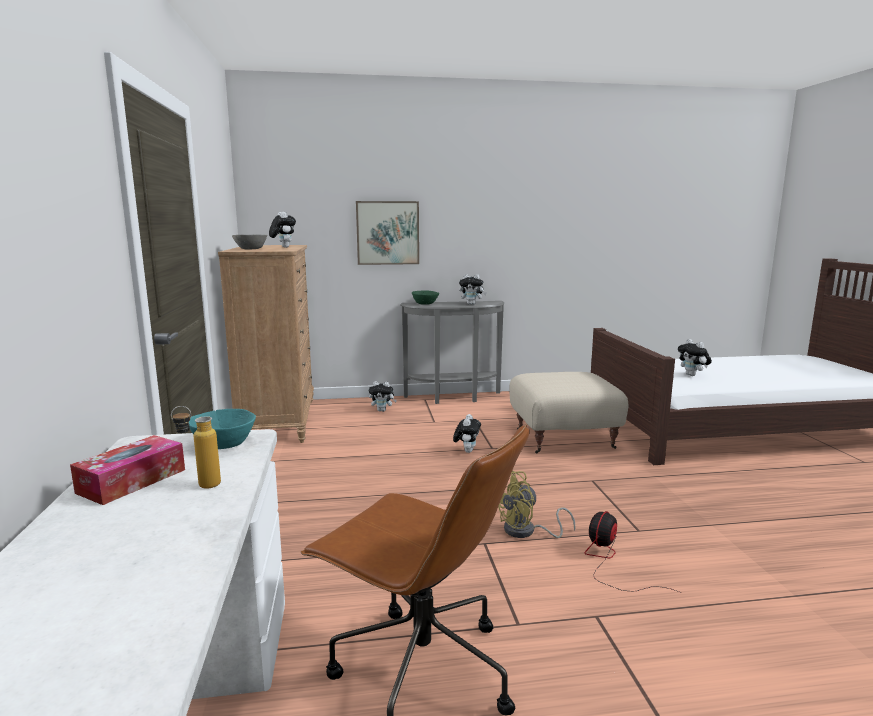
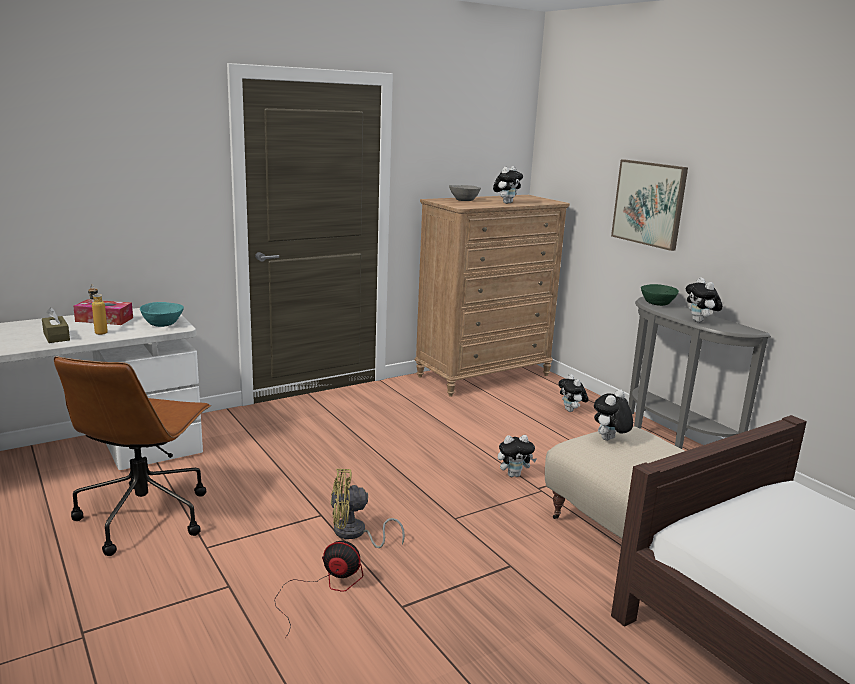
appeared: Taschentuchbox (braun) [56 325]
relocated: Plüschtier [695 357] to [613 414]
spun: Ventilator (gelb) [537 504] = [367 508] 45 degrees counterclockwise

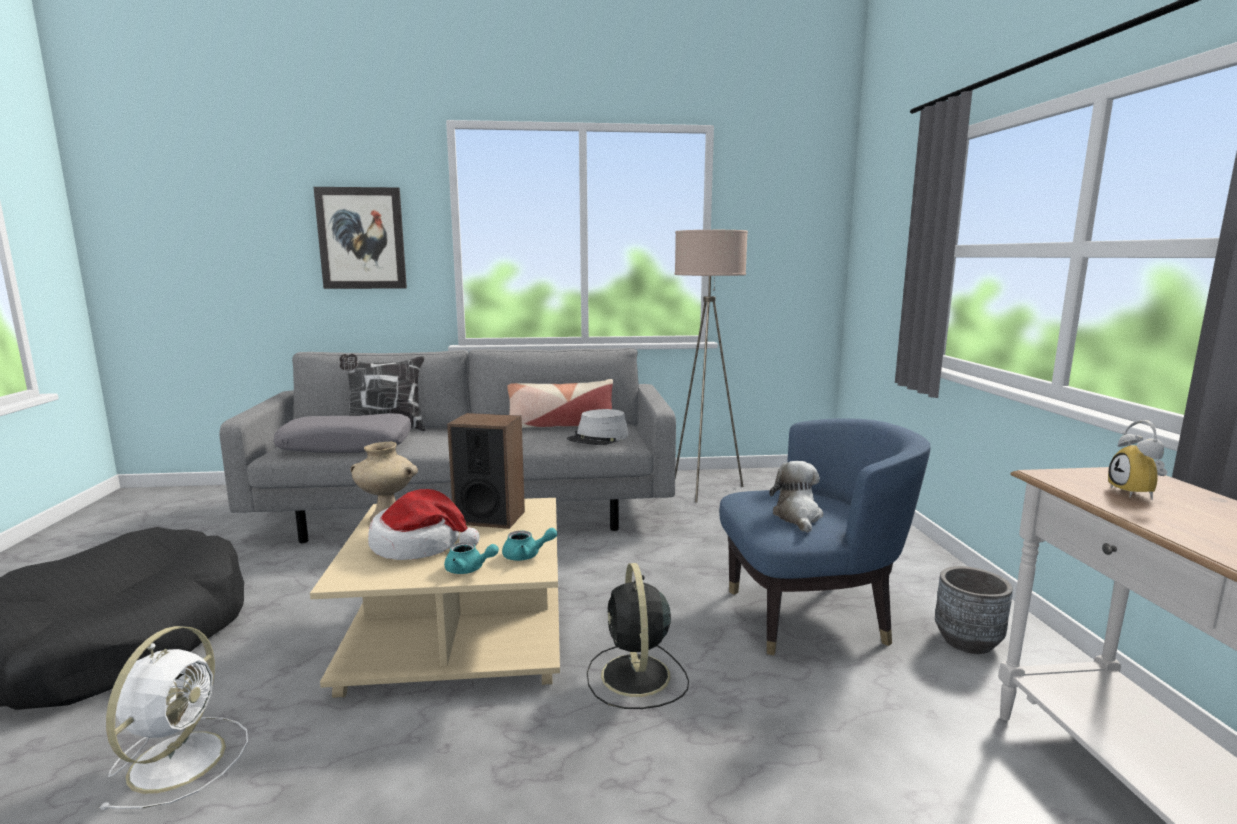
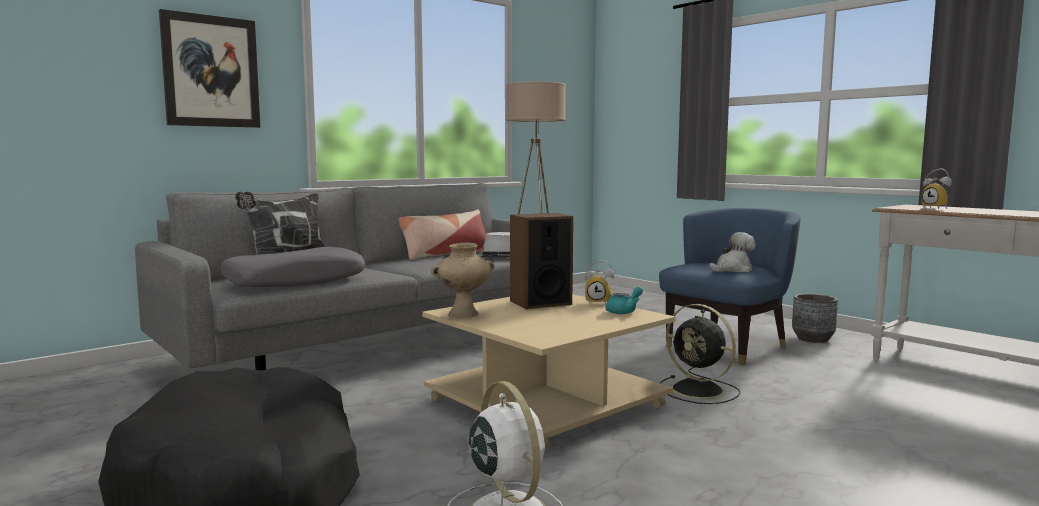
missing: Hut [424 524]; Teekanne (türkis) [471 558]
appeared: Wecker [599 282]
spun: Plüschtier [796 497] = [732 252] 90 degrees clockwise

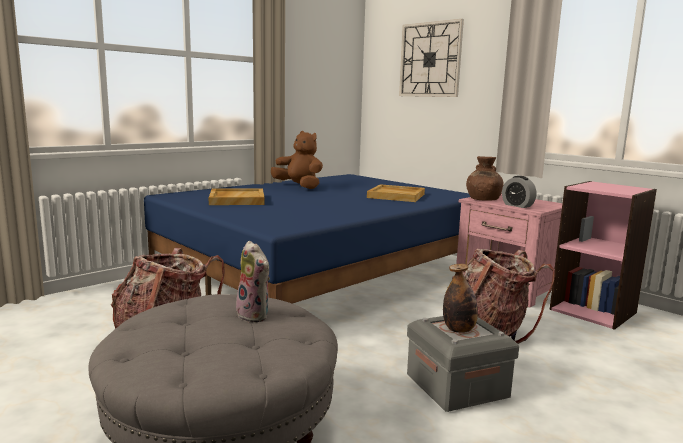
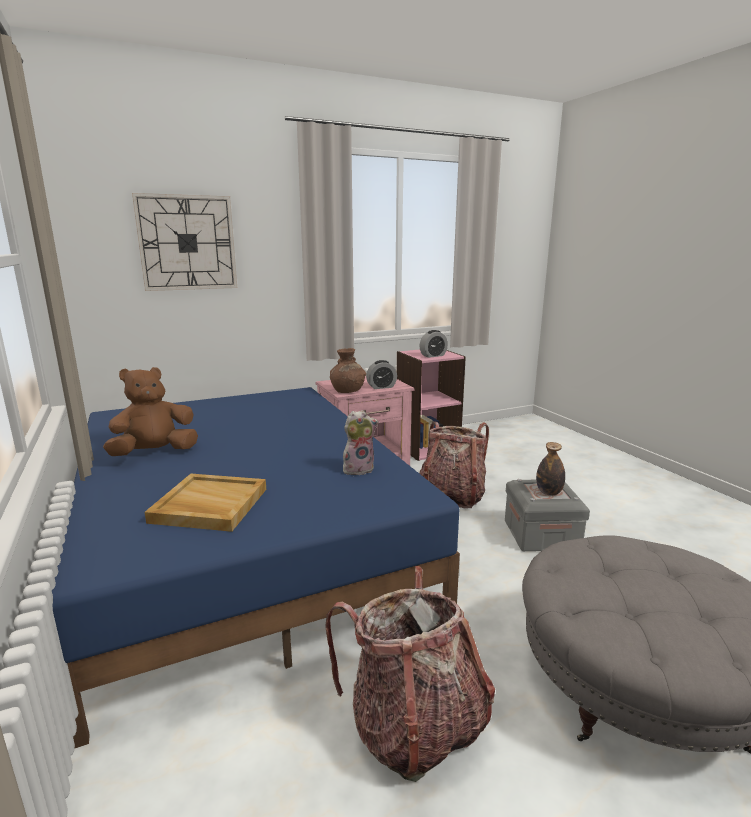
missing: Tablett (beige) [396 193]
appeared: Wecker [434 344]
relocated: Plüschtier [253 282] to [361 442]

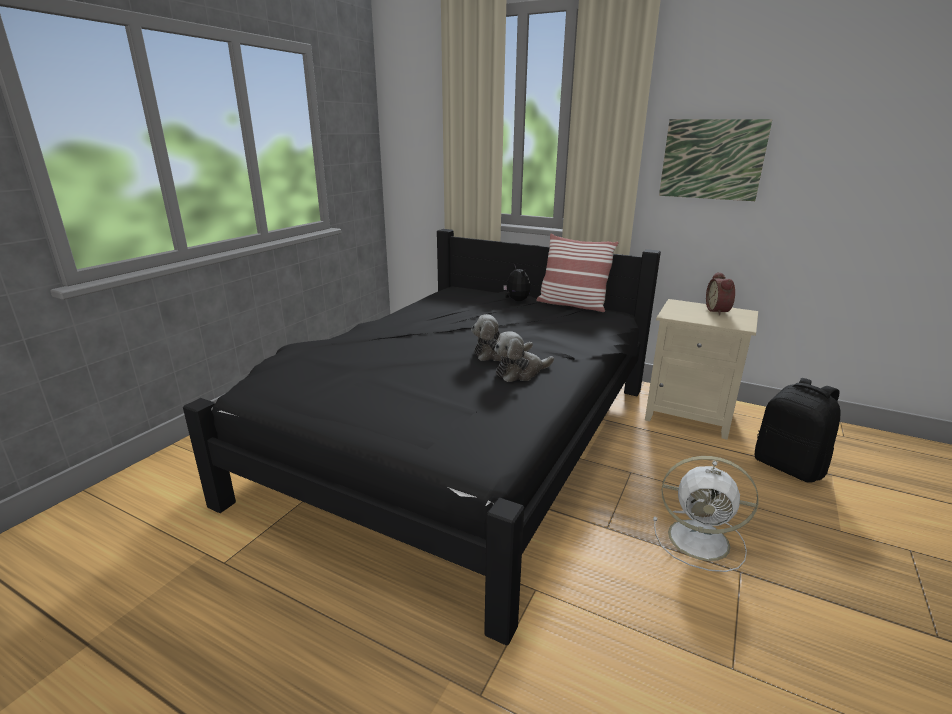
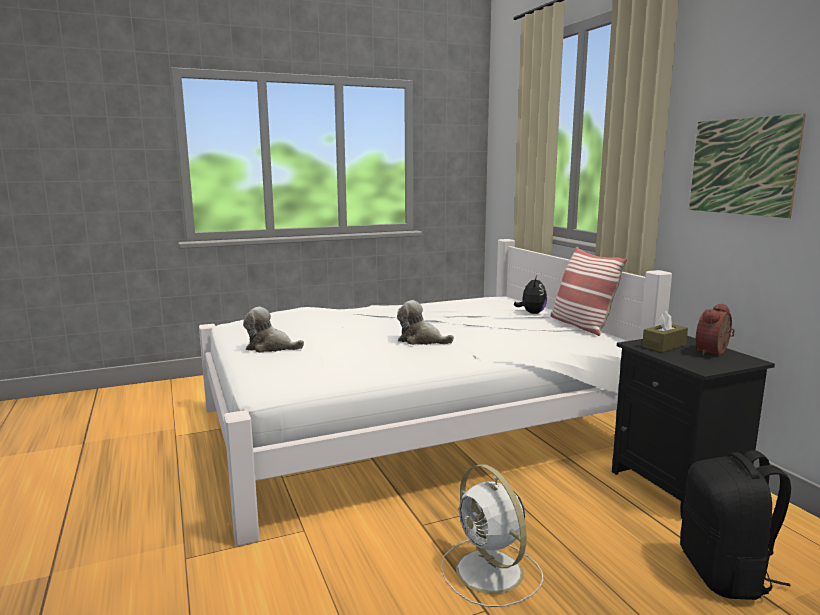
appeared: Taschentuchbox (braun) [665 331]
relocated: Plüschtier [524 356] to [273 330]
colour: Bett (schwarz) [422 437] to Bett (weiß) [435 392]; Nachttisch (beige) [701 369] to Nachttisch (schwarz) [693 427]

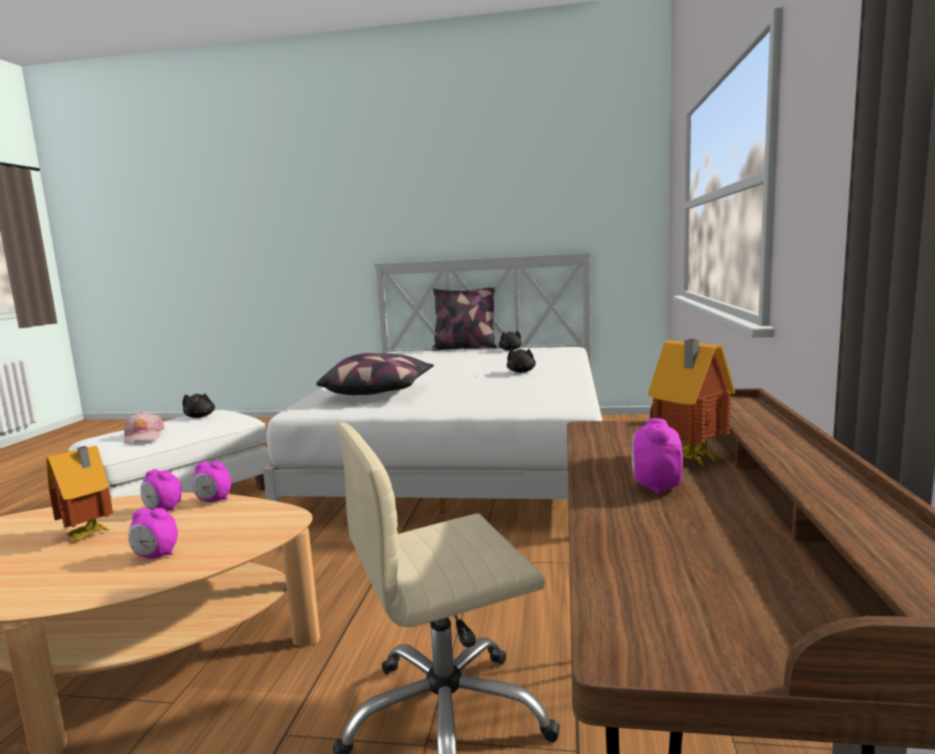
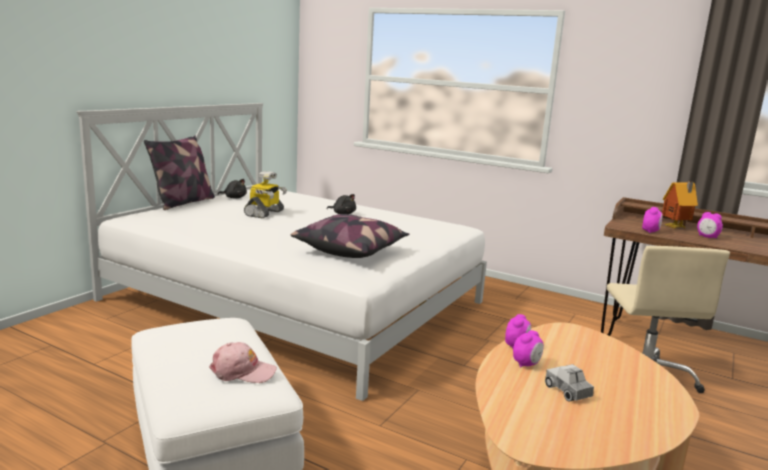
missing: Plüschtier (schwarz) [198 405]
appeared: Spielzeugroboter [265 194]
relocated: Wecker [153 533] to [652 220]
exchanged: Spielzeughaus [79 494] to Spielzeuglaster [569 383]

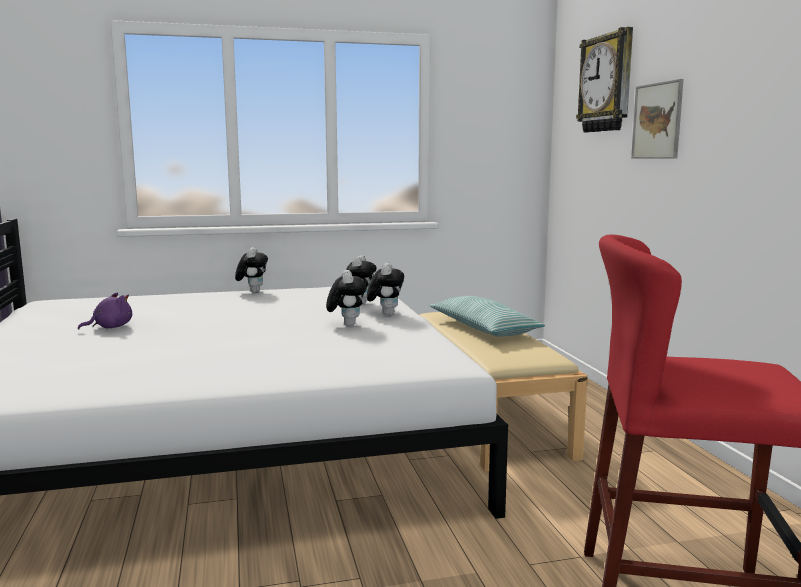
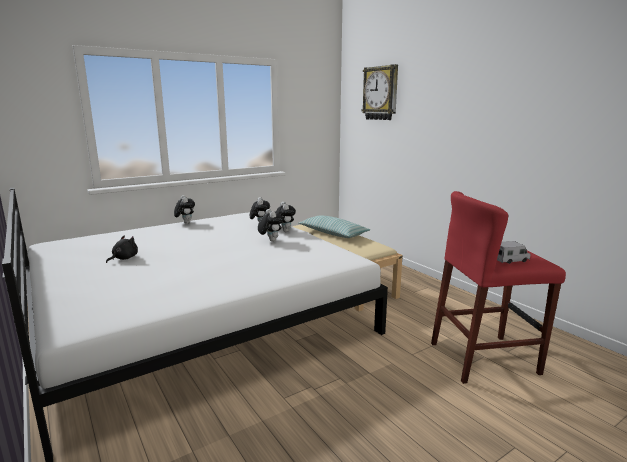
missing: Bild [657 119]
appeared: Spielzeuglaster [514 252]
colour: Plüschtier (lila) [105 311] to Plüschtier (schwarz) [122 249]

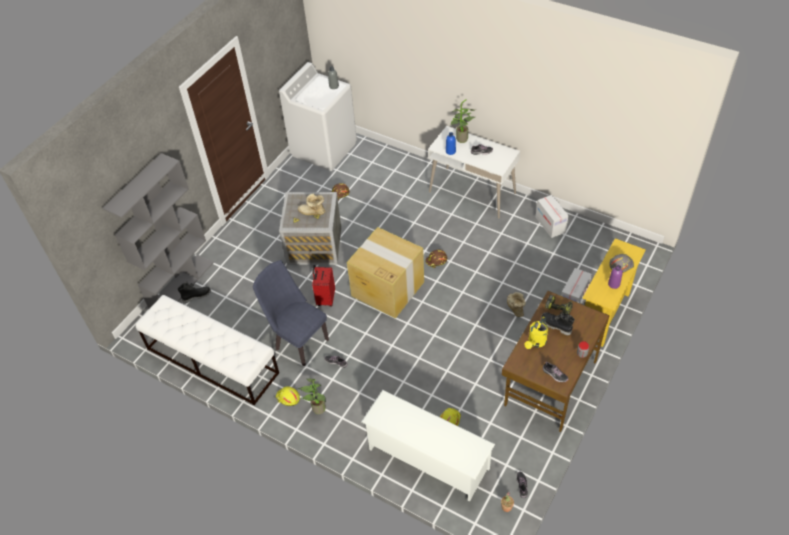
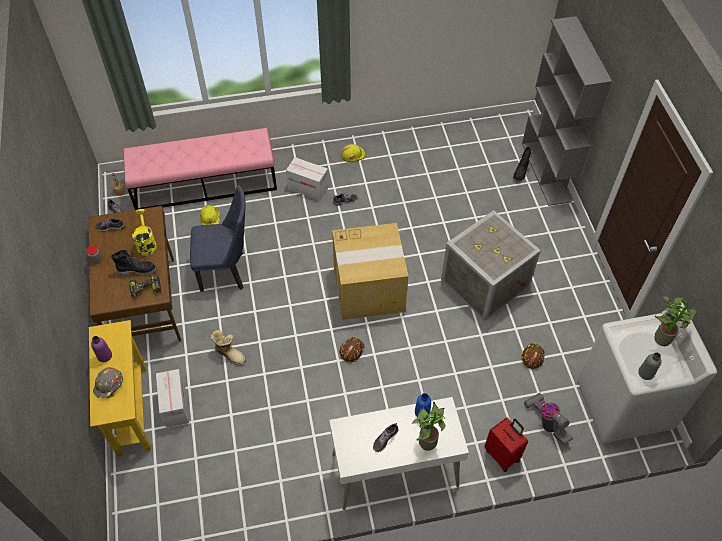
missing: Bank (weiß) [207 350]; Stiefel [311 204]
appeared: Staubsauger [548 419]
relocated: Stuhl (blau) [291 313] to [218 238]; Topfpflanze [312 396] to [676 321]; Koffer (rot) [323 286] to [506 445]; Karton [552 216] to [307 179]
exchanged: Schuhregal (weiß) [428 446] to Bank (rosa) [200 169]

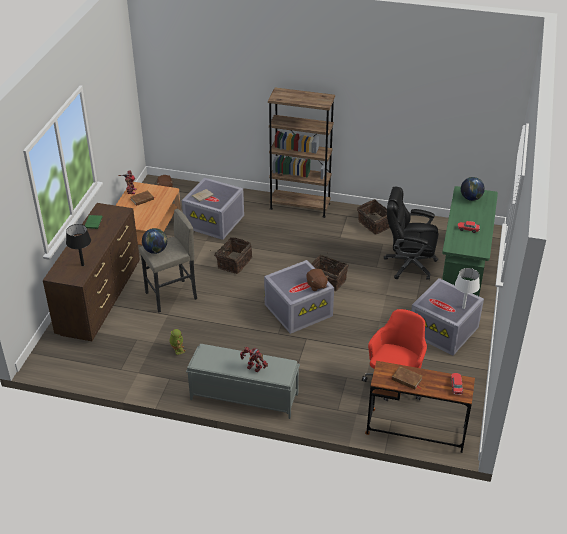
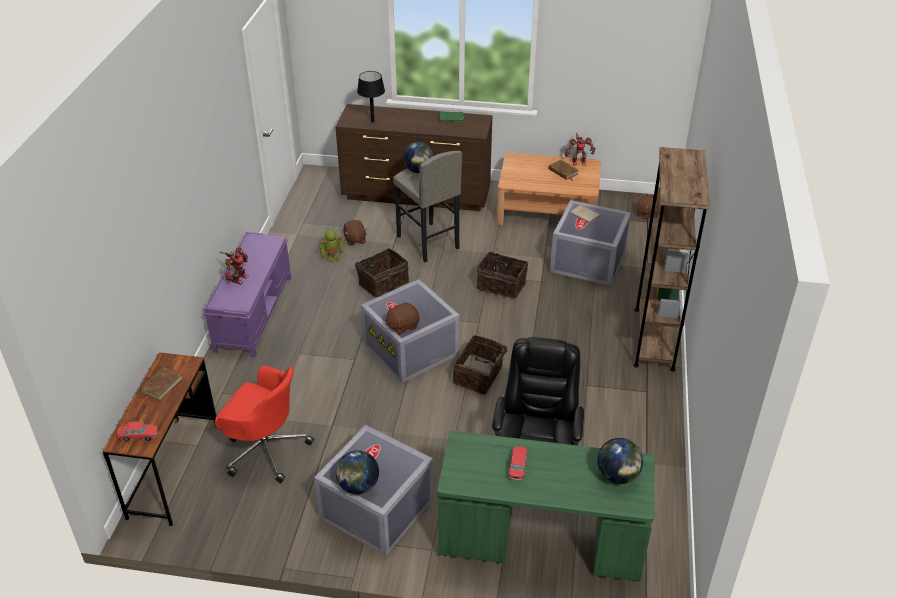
appeared: Plüschtier (braun) [355 233]
relocated: Korb [373 217] to [381 273]
exchanged: Tischlampe (weiß) [467 288] to Globus [357 472]
colour: Bank (grau) [243 381] to Bank (lila) [247 294]

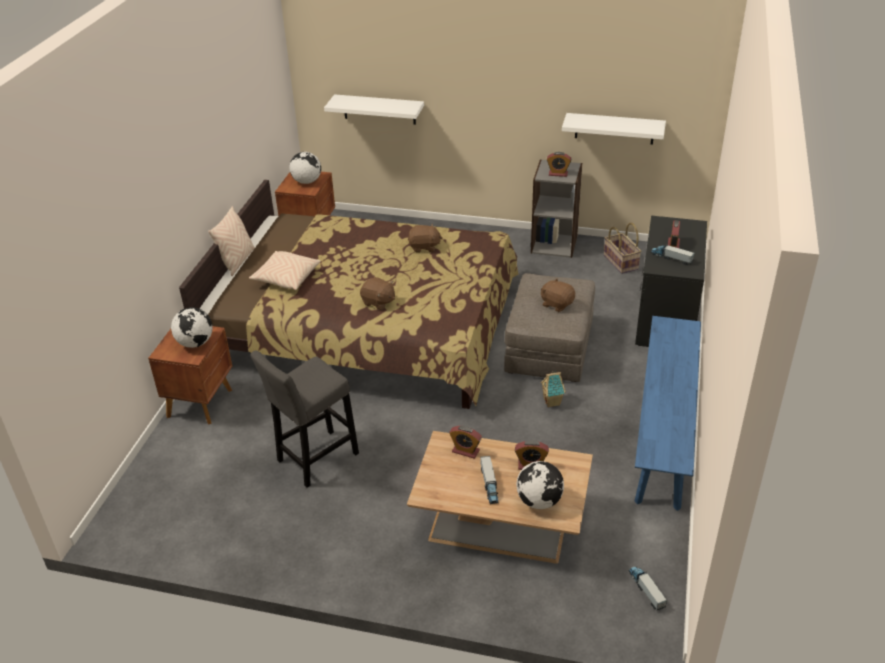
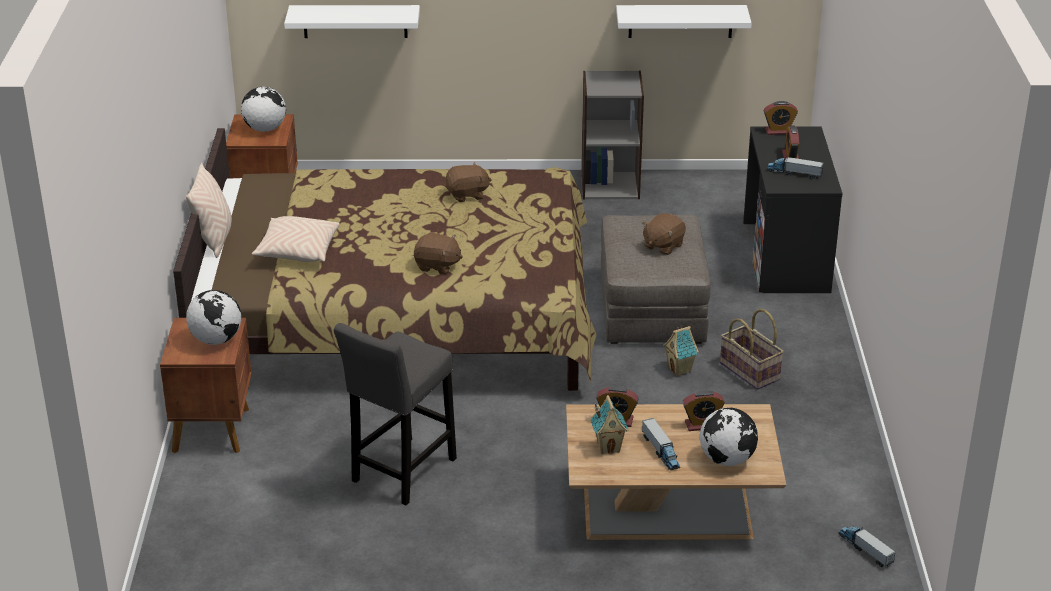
missing: Bank (blau) [668 413]
appeared: Spielzeughaus [609 425]
relocated: Wecker [559 164] to [781 118]; Korb [622 248] to [752 349]
spun: Plüschtier (braun) [558 295] = [664 234] 75 degrees counterclockwise

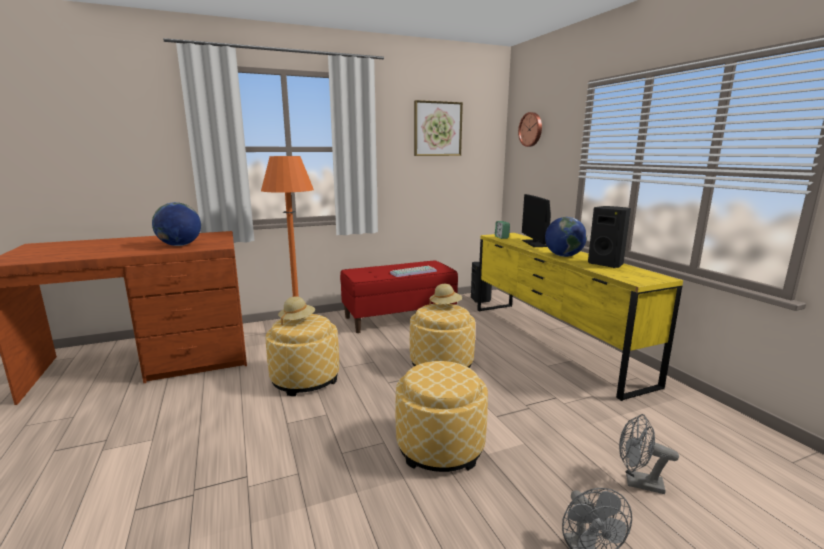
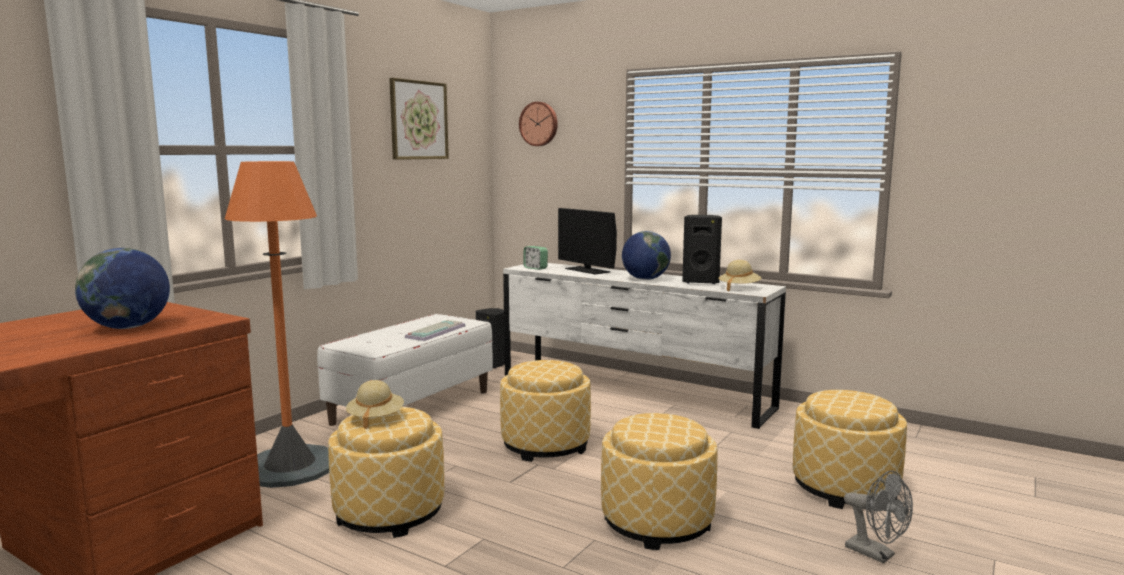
relocated: Hut (beige) [446 294] to [740 276]
exchanged: Ventilator (grau) [649 454] to Polsterhocker [850 449]
colour: Bank (rot) [399 296] to Bank (weiß) [405 370]; Kommode (gelb) [580 317] to Kommode (weiß) [644 346]

